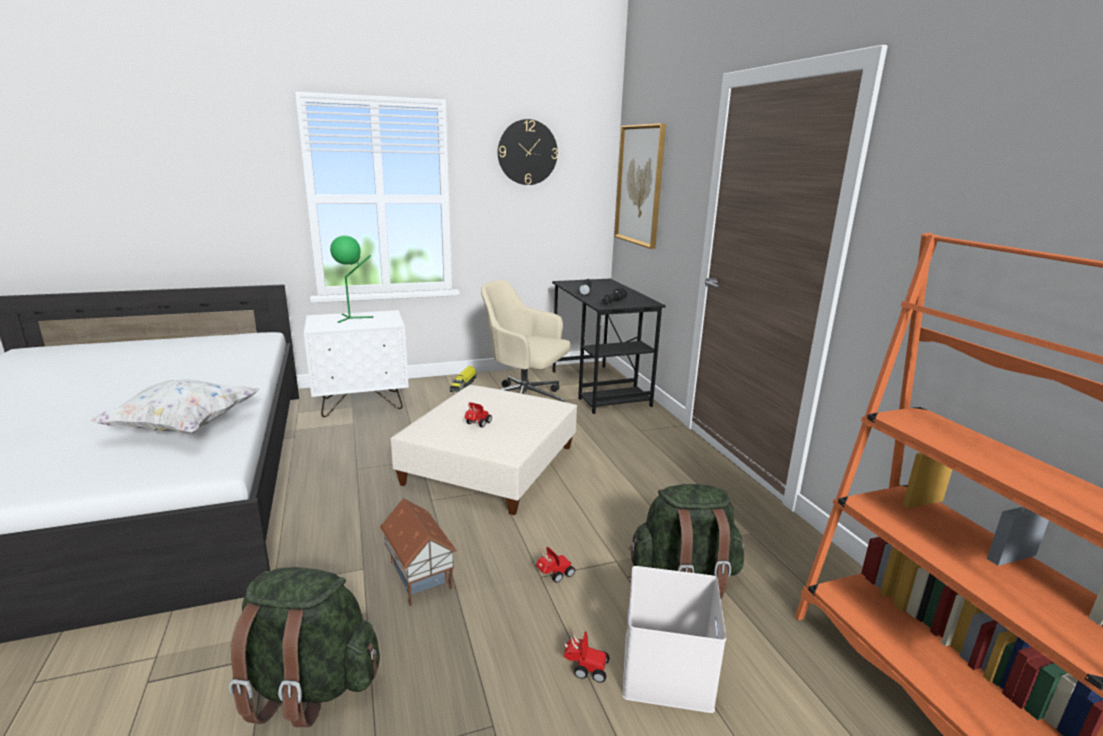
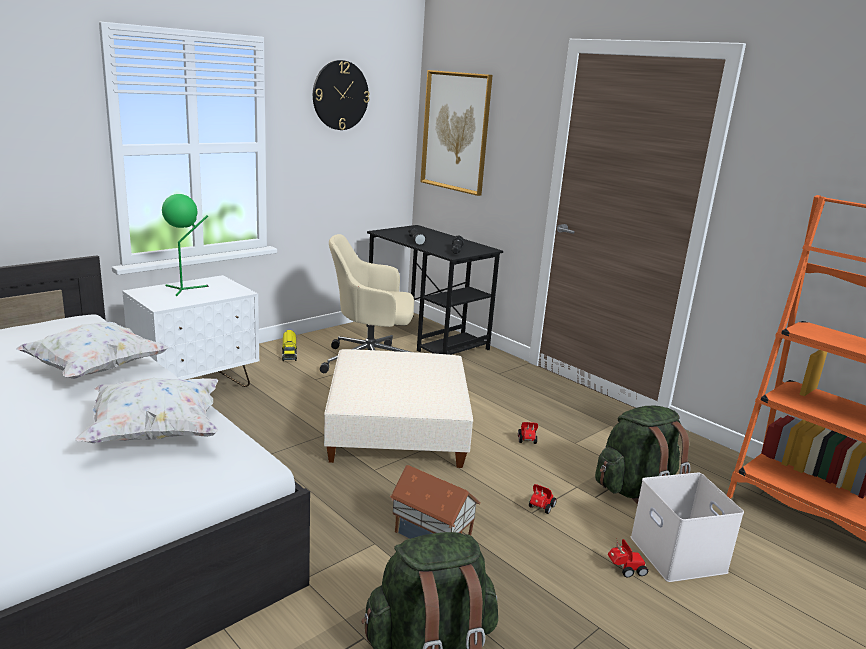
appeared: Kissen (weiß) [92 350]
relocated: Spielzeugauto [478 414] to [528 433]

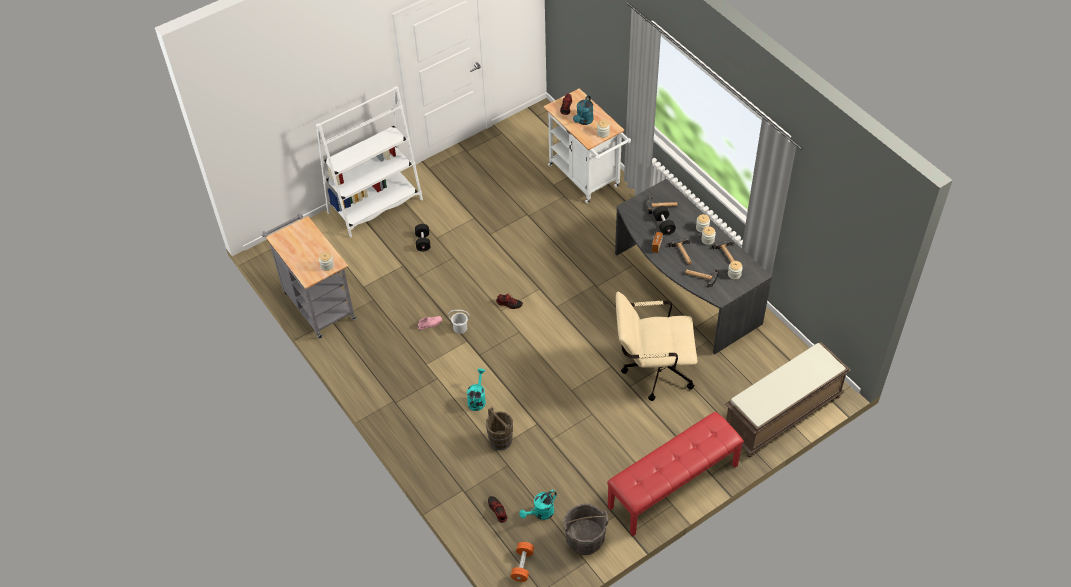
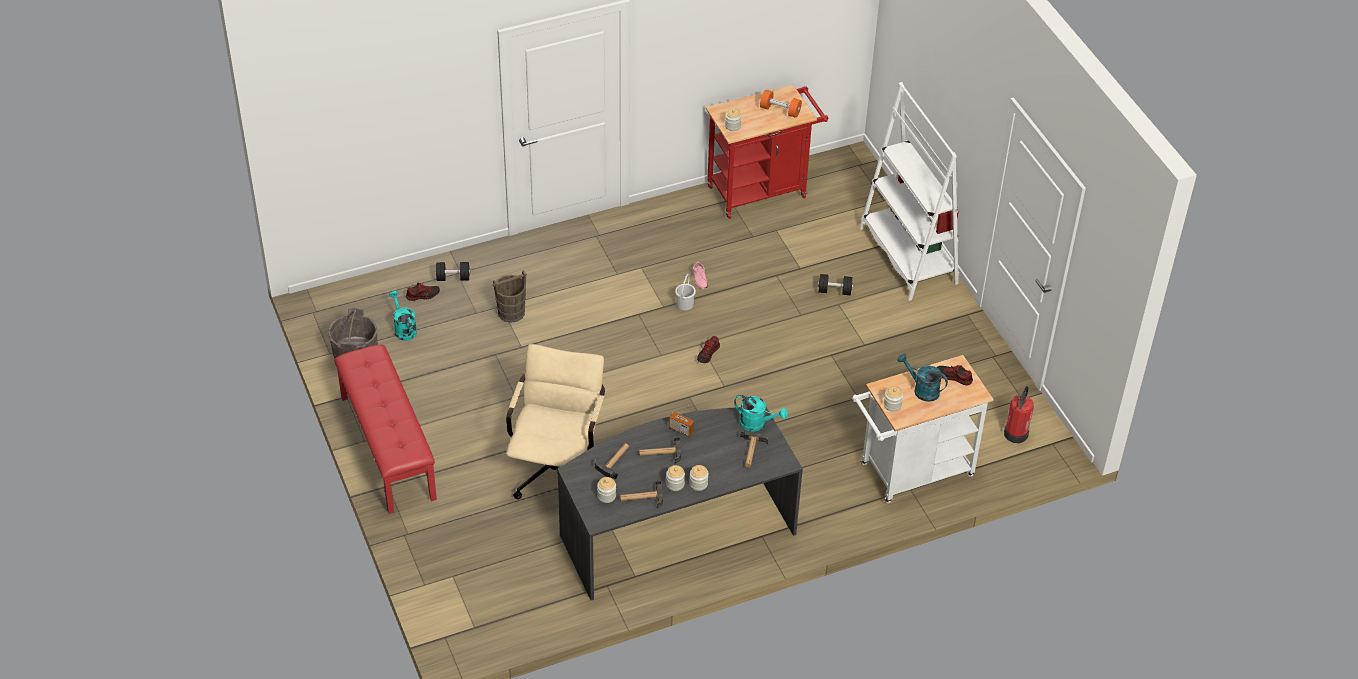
missing: Bank (braun) [788 399]
appeared: Feuerlöscher [1019 414]
relocated: Gießkanne (türkis) [476 389] to [761 413]; Hantel (orange) [522 562] to [781 104]; Hantel (schwarz) [664 220] to [452 271]
colour: Rollwagen (grau) [309 276] to Rollwagen (rot) [767 152]

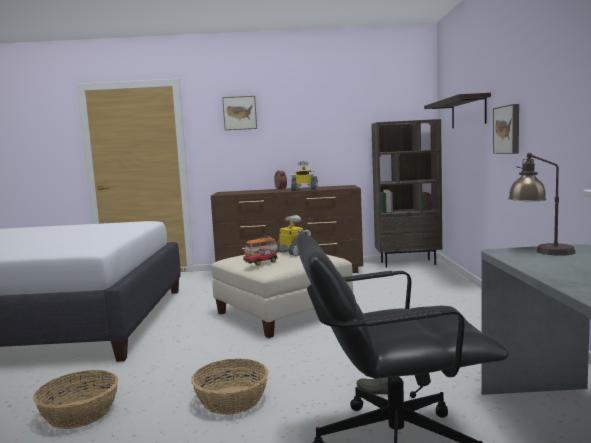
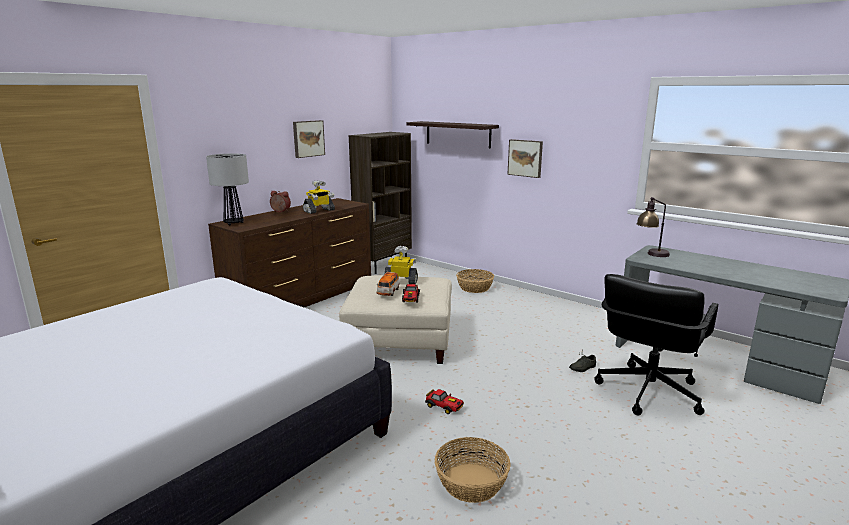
appeared: Tischlampe [227 189]; Spielzeugauto [444 401]
relocated: Korb [229 387] to [475 281]; Bild [239 113] to [309 139]

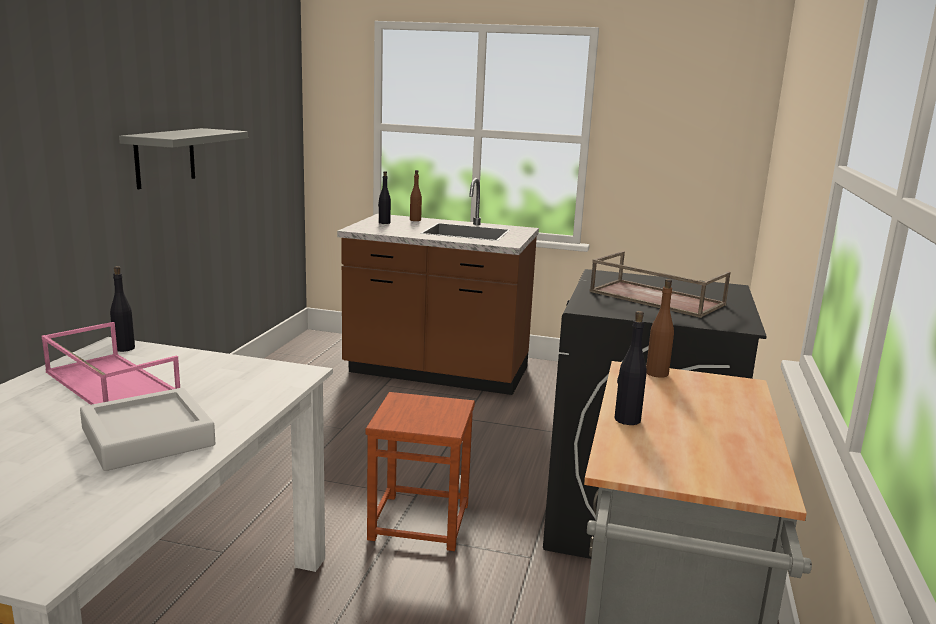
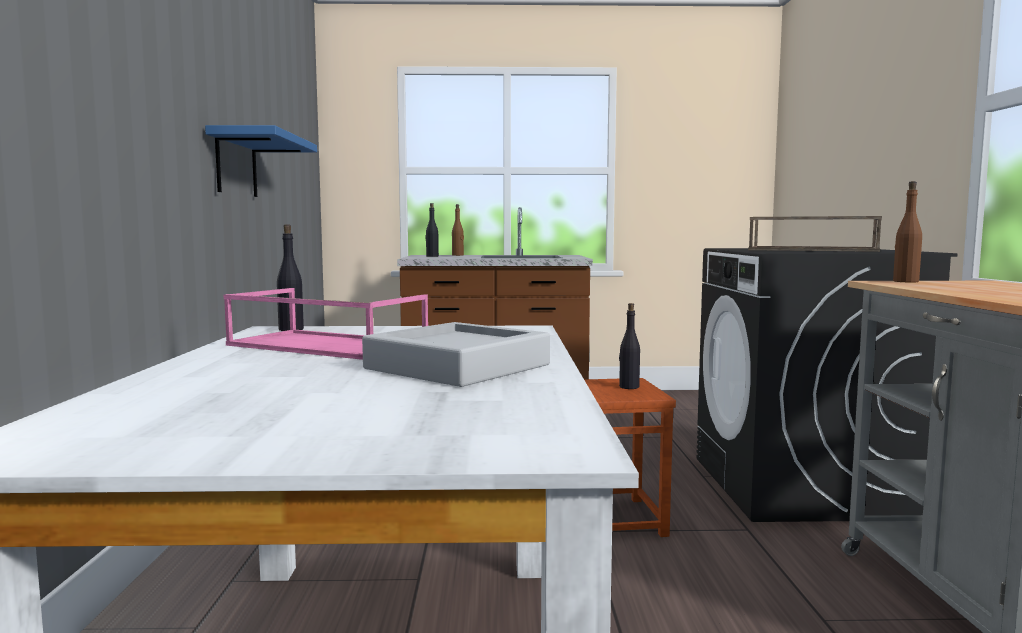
relocated: Flasche (schwarz) [630 368] to [629 346]
colour: Wandregal (grau) [183 158] to Wandregal (blau) [261 161]

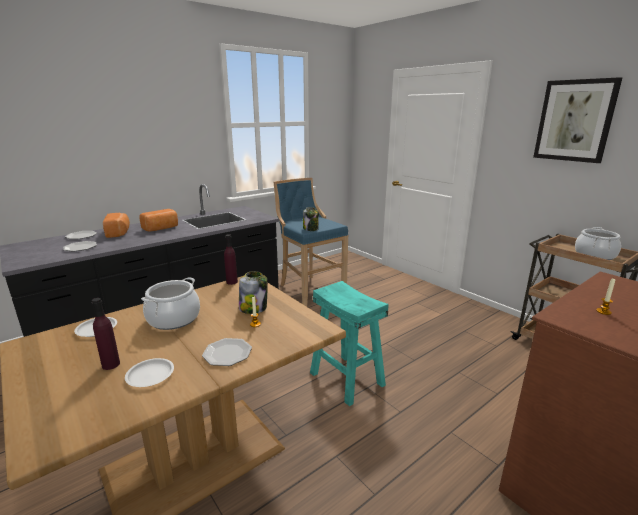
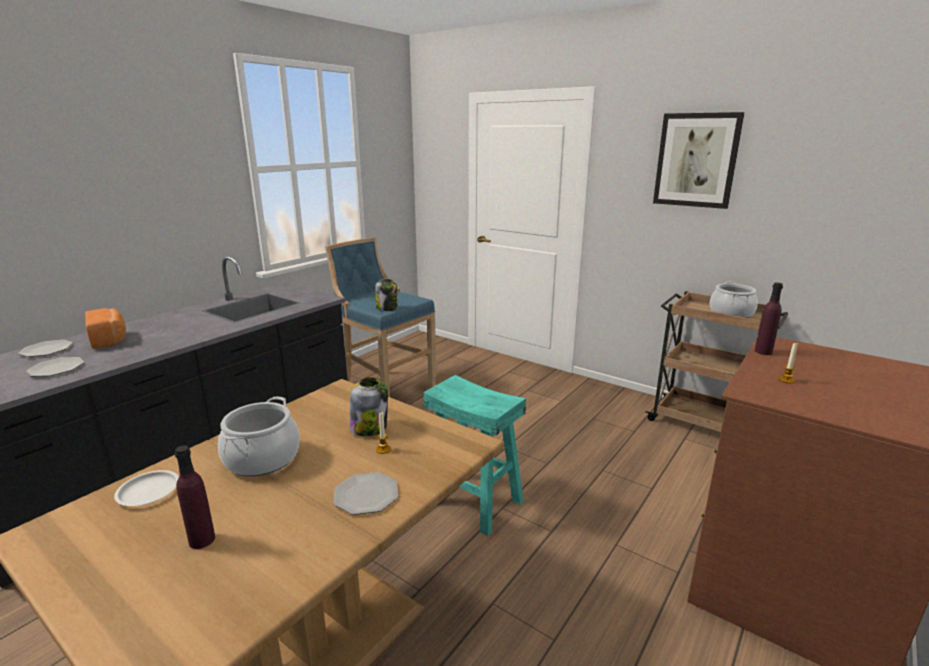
missing: Teller (weiß) [149 372]; Brot [159 220]
relocated: Flasche (lila) [231 259] to [769 318]

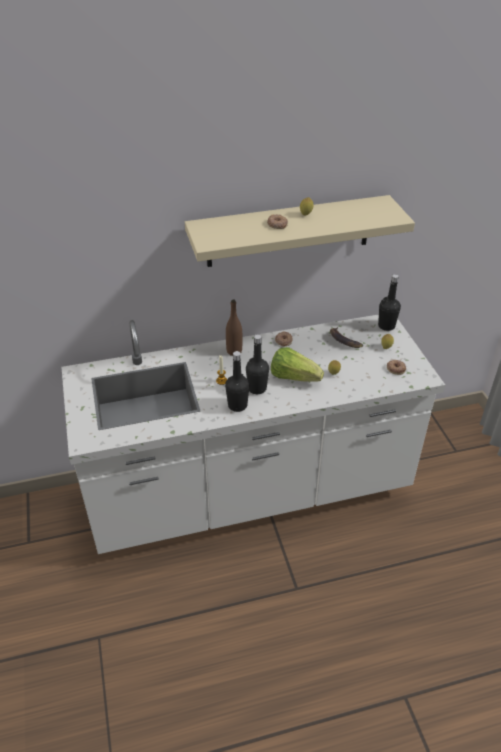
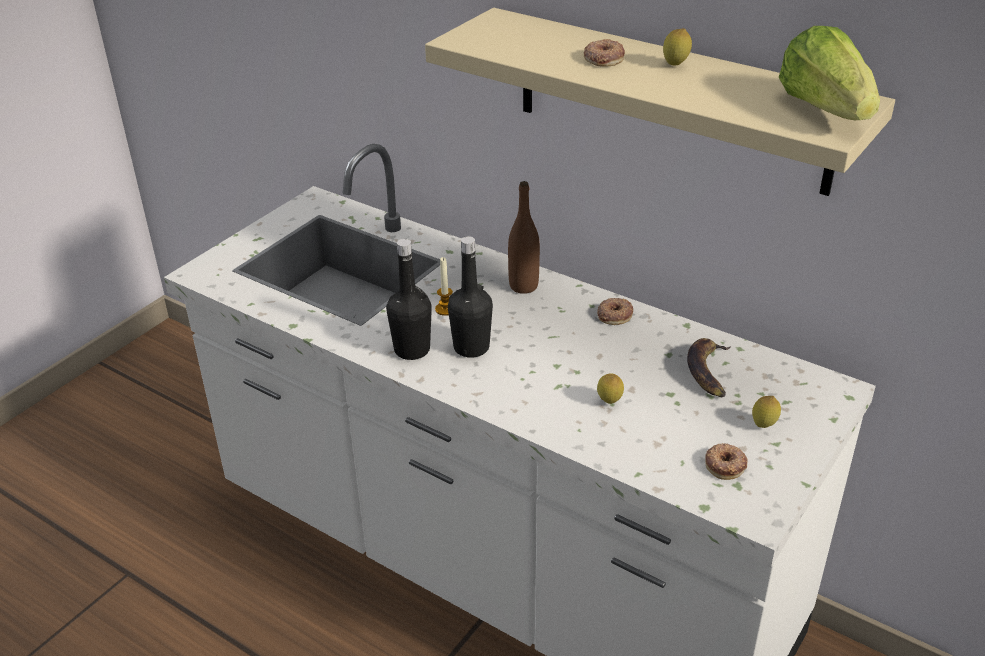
missing: Flasche (schwarz) [389 302]
relocated: Salatkopf [297 364] to [829 73]

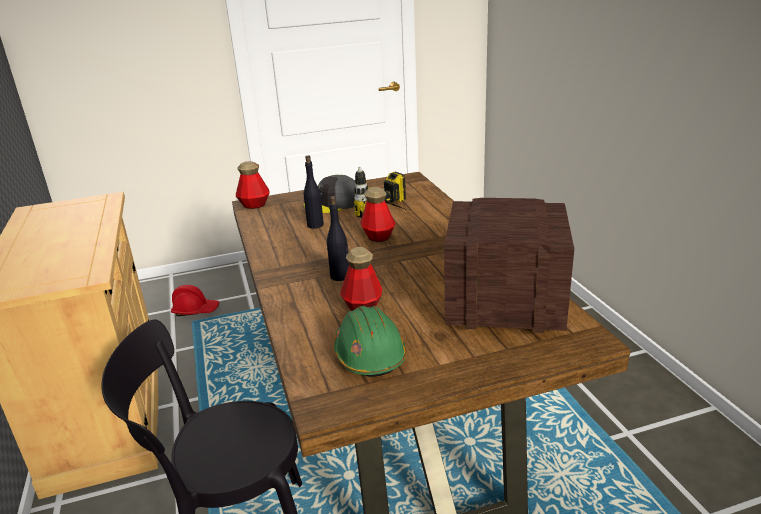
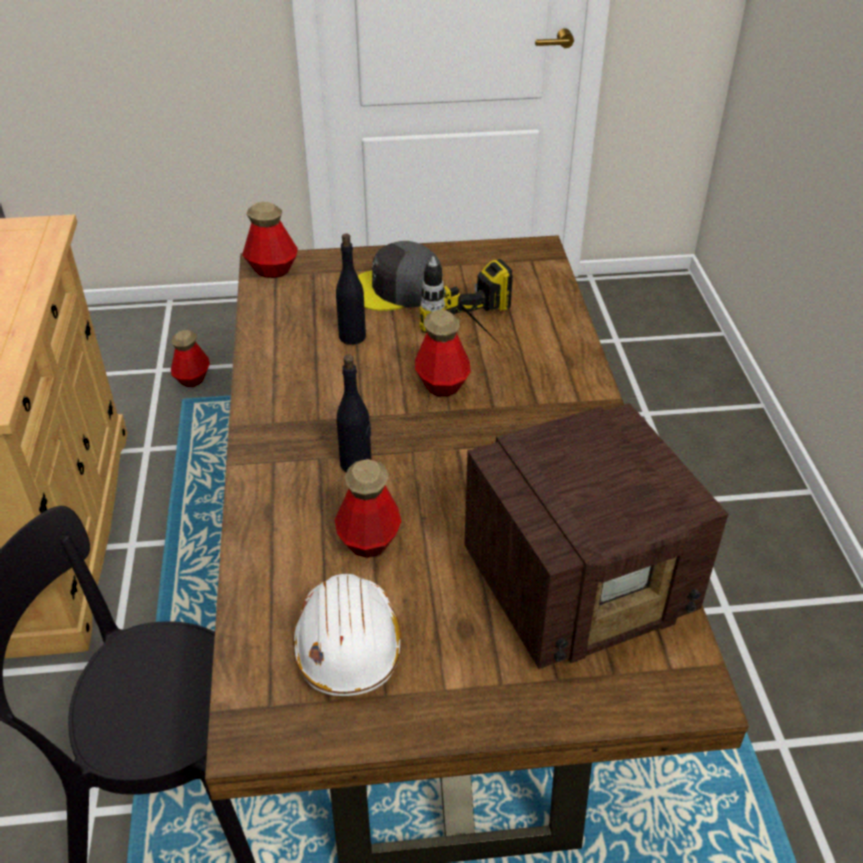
exchanged: Schutzhelm (rot) [195 300] to Flasche [190 358]
colour: Schutzhelm (grün) [370 341] to Schutzhelm (weiß) [347 635]
spun: Radio [509 265] = [596 536] 135 degrees clockwise

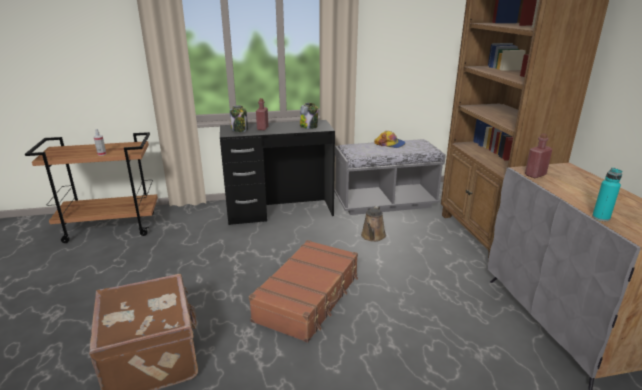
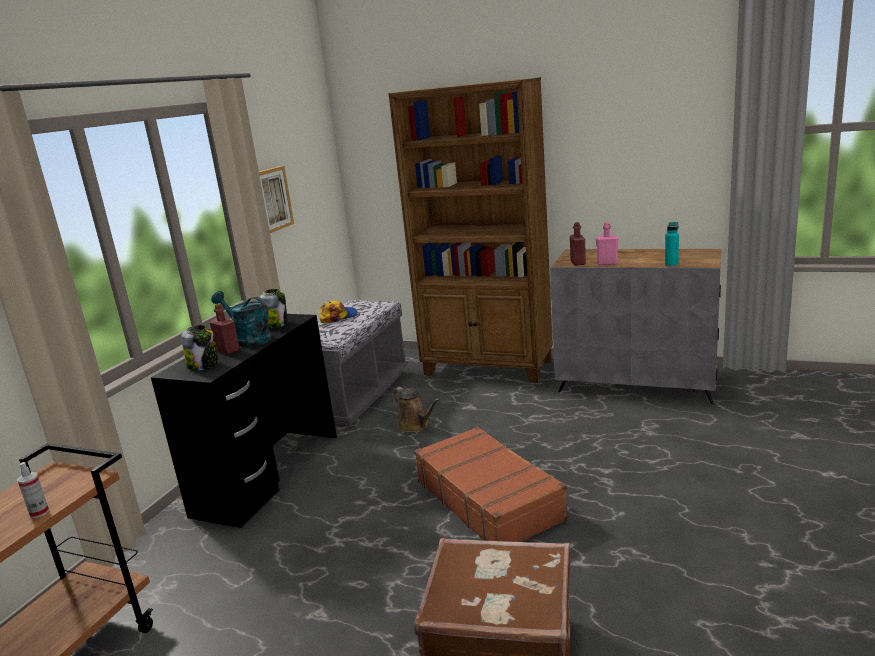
appeared: Gießkanne (türkis) [241 319]; Bild [276 199]; Flasche (rosa) [607 243]

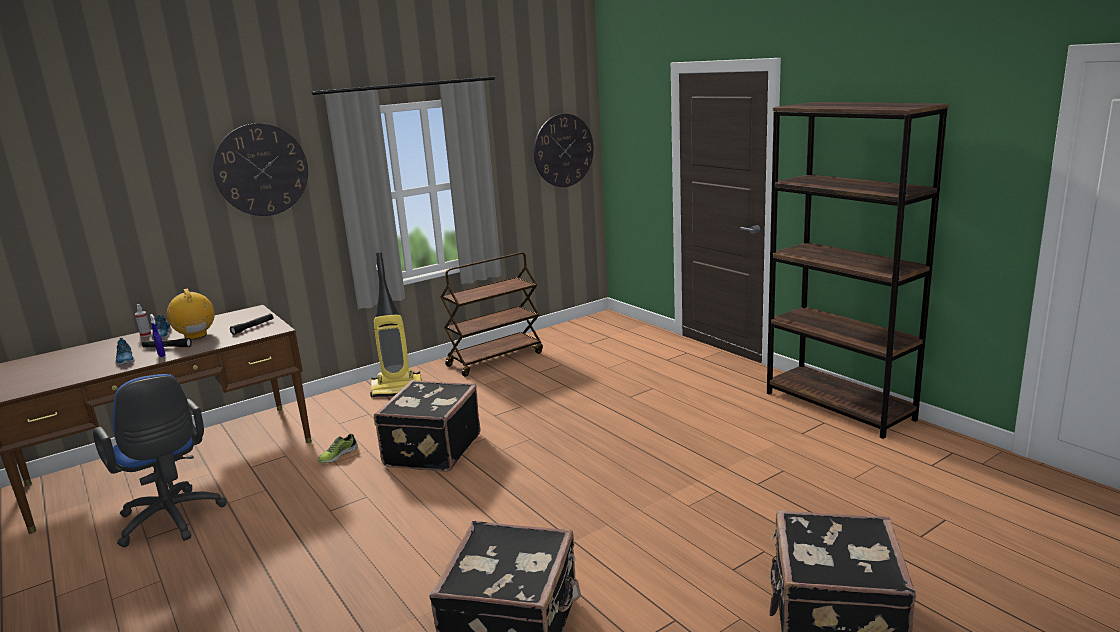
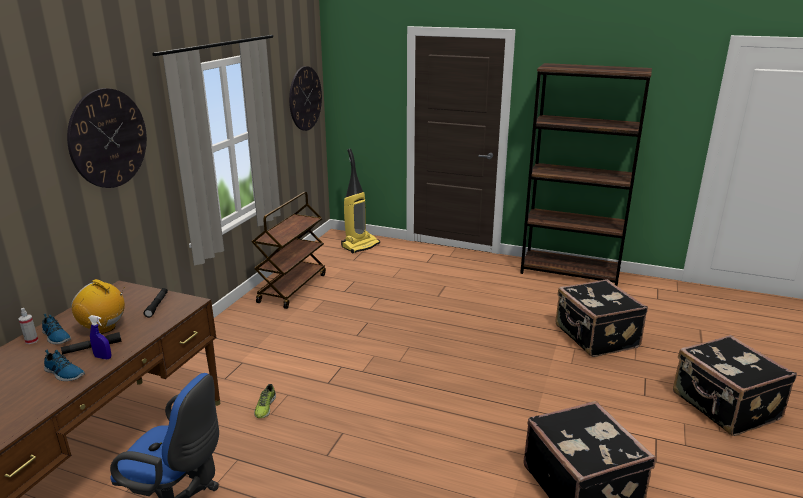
relocated: Staubsauger [395 325] to [360 201]; Koffer (schwarz) [427 426] to [602 318]

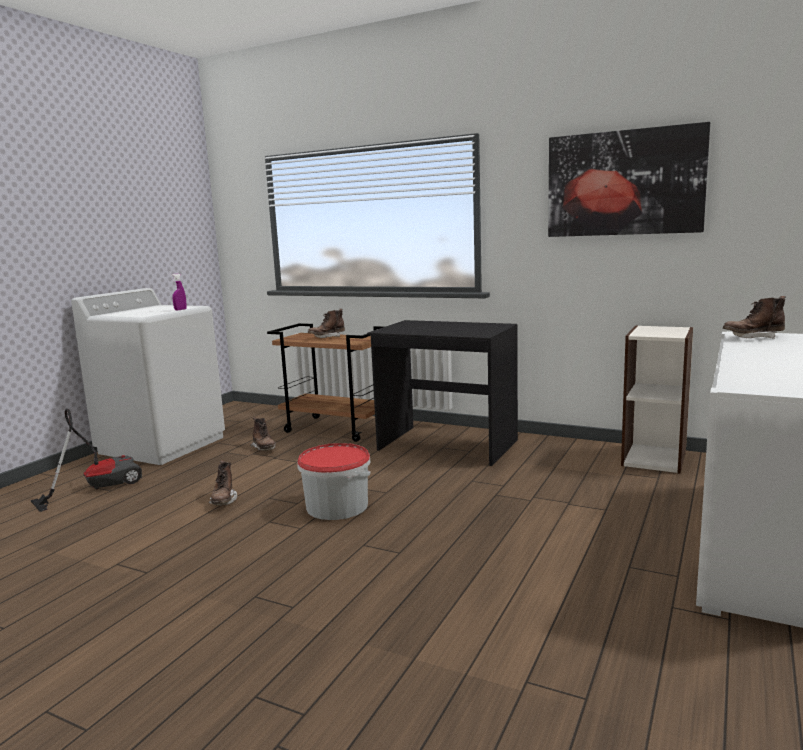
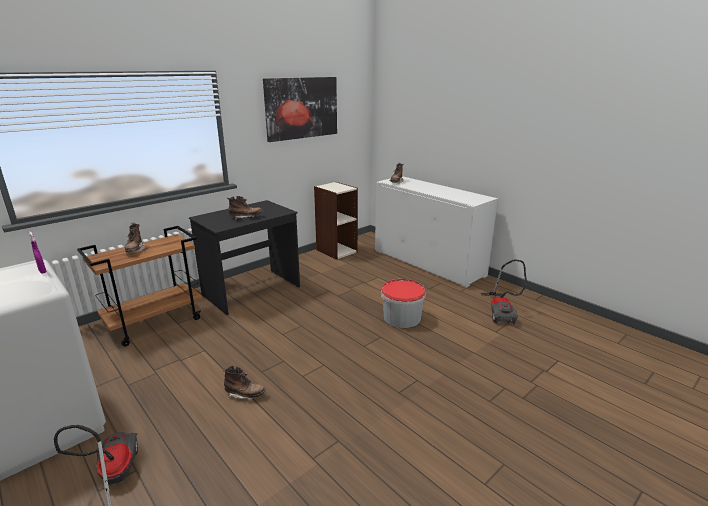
appeared: Staubsauger [504 292]
relocated: Stiefel (braun) [263 434] to [244 208]; Eimer [334 481] to [403 303]

